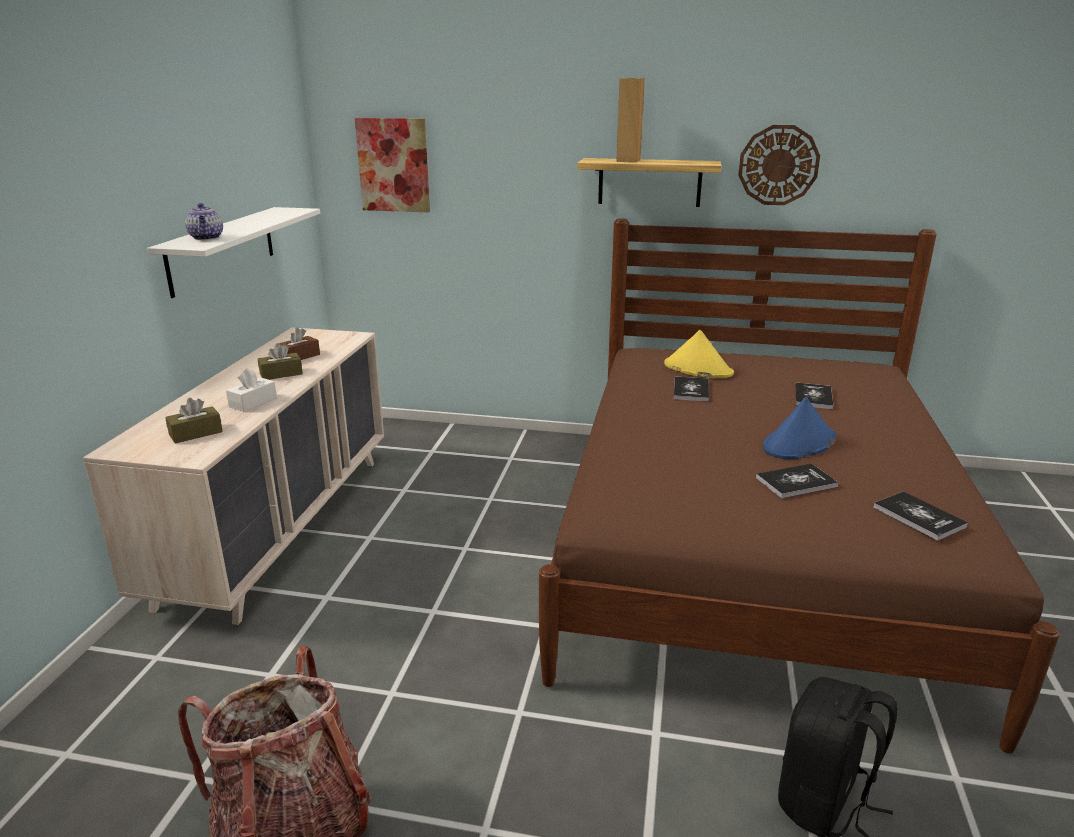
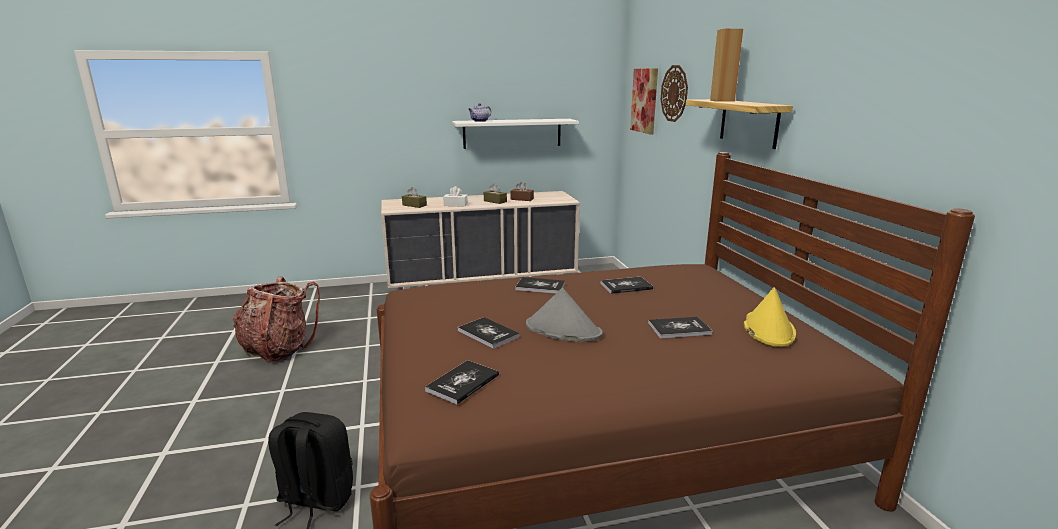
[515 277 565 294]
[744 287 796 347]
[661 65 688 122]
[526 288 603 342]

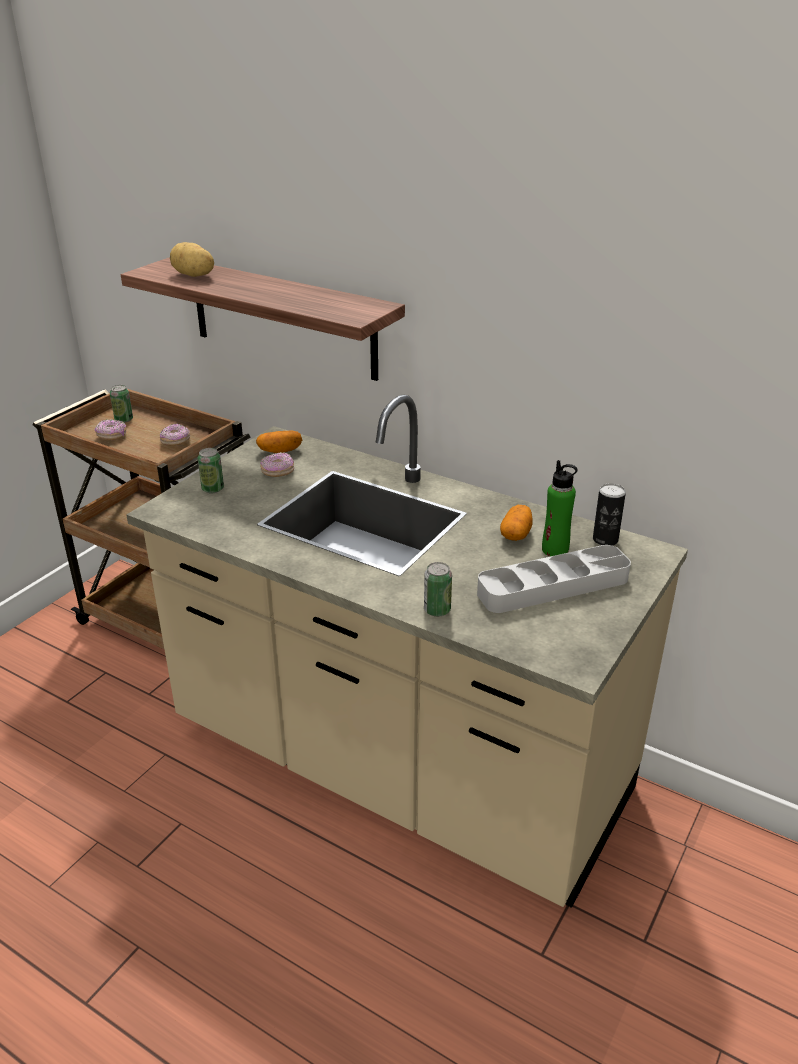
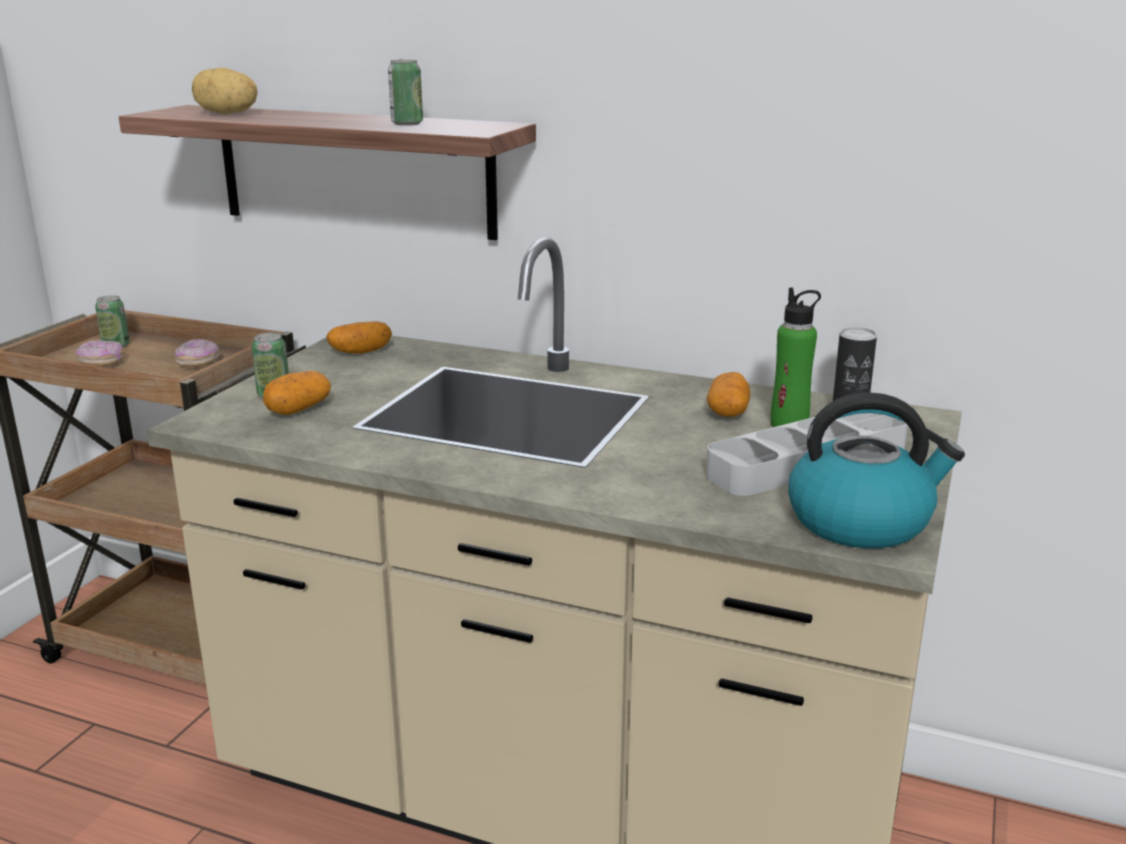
[260 452 294 477] (first image)
[263 371 331 415]
[788 393 965 548]
[388 59 423 126]

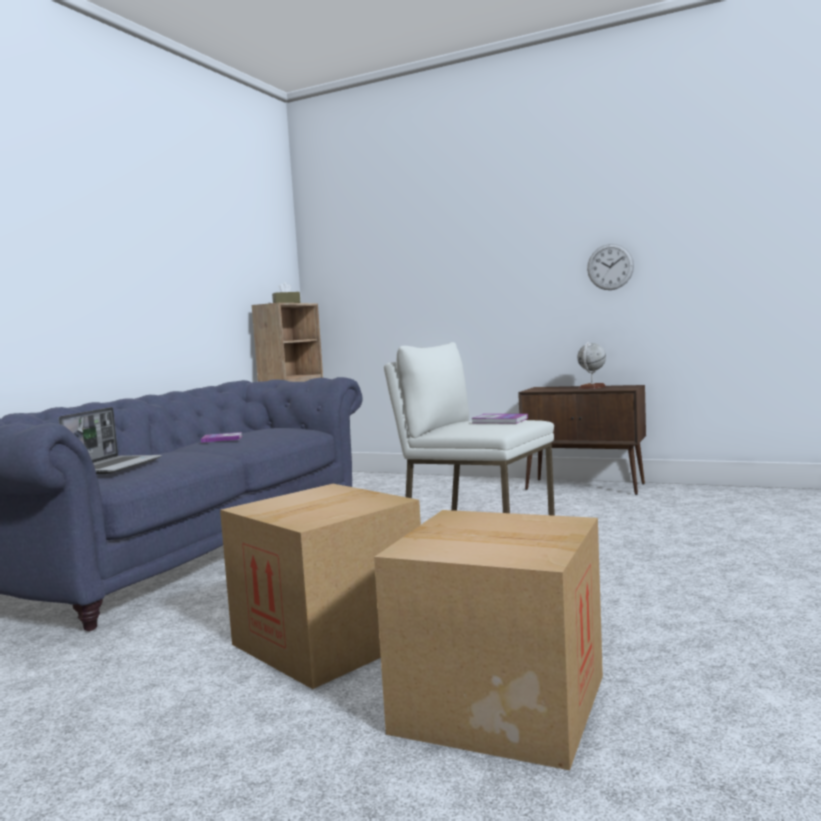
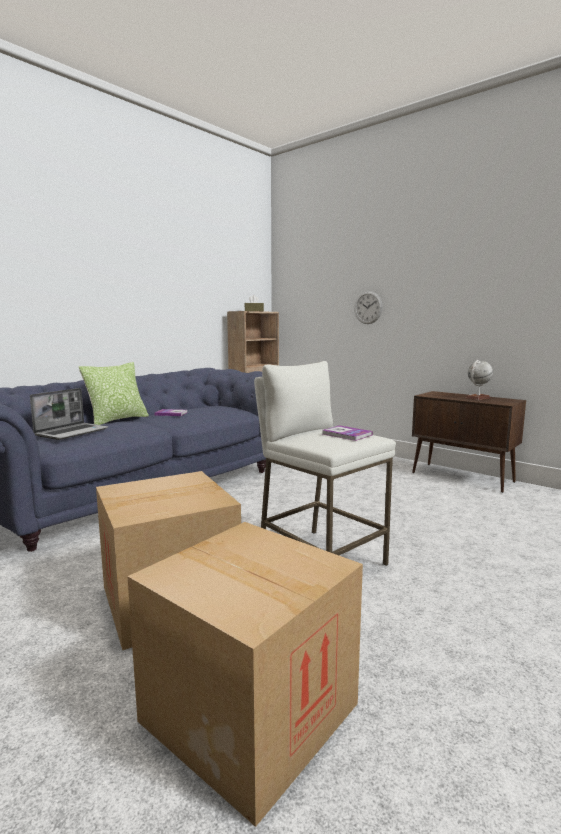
[79 362 149 425]
[354 291 383 324]

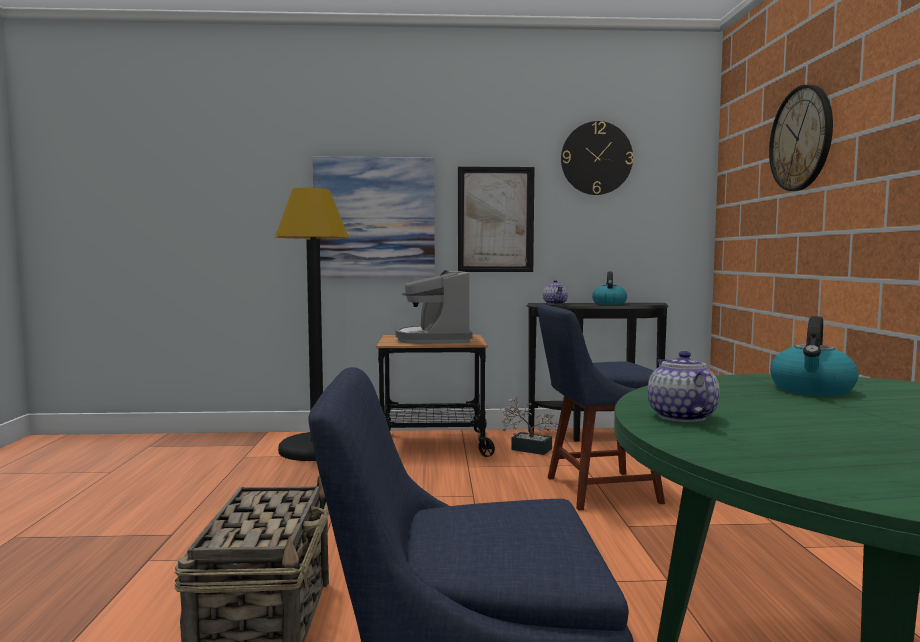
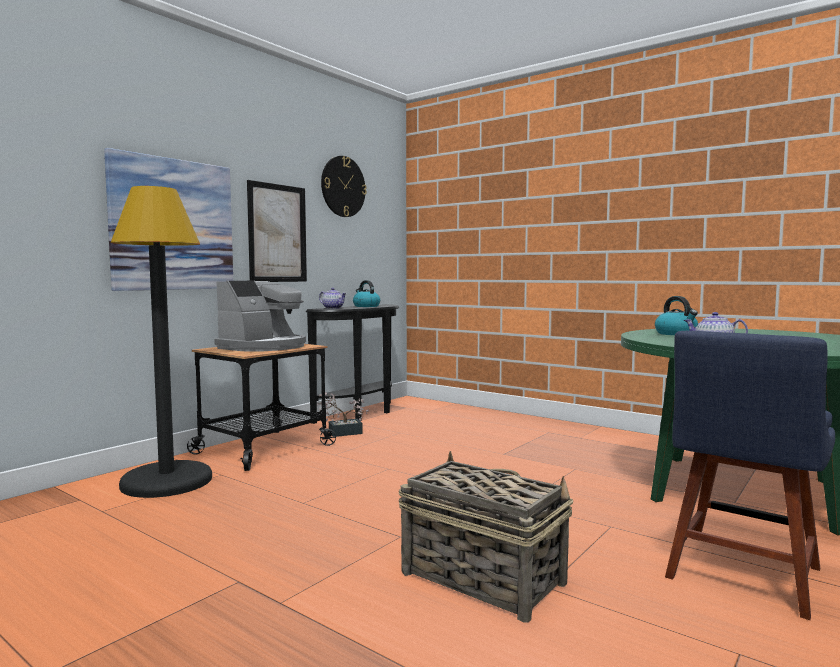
[537 304 665 511] (first image)
[769 85 833 191] (first image)
[214 281 306 352]

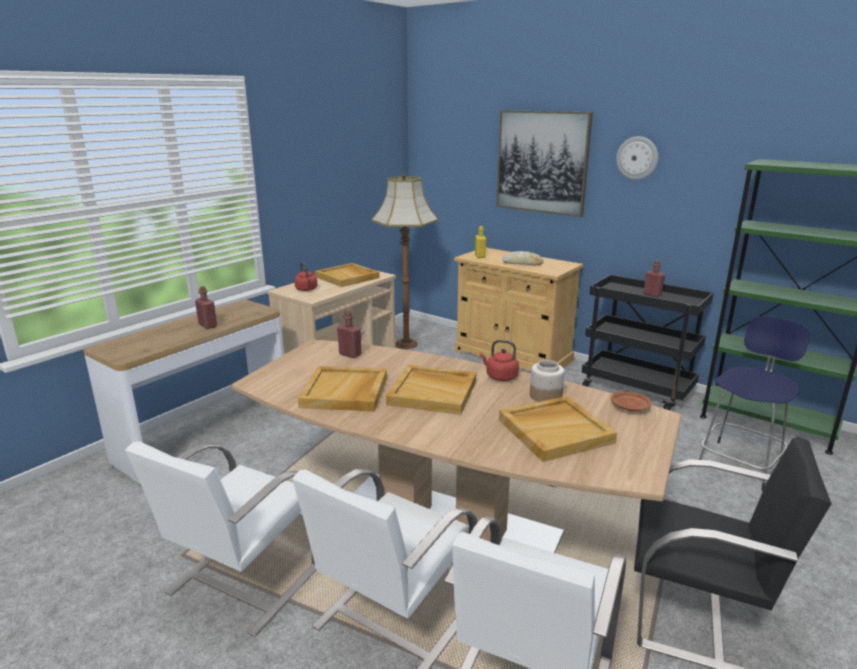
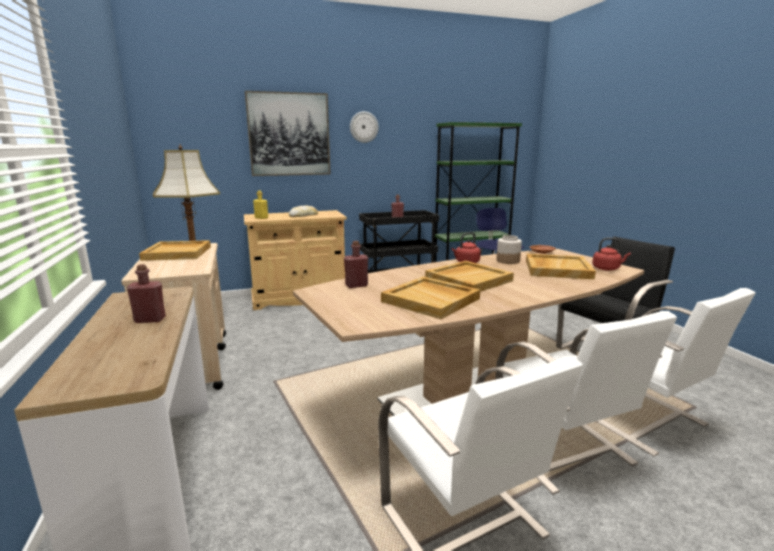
[592 238 631 271]

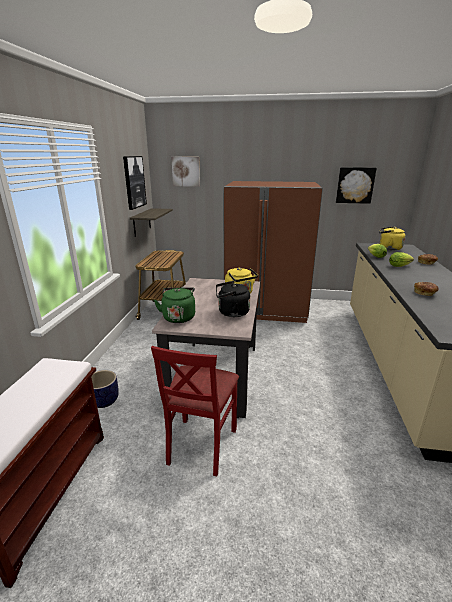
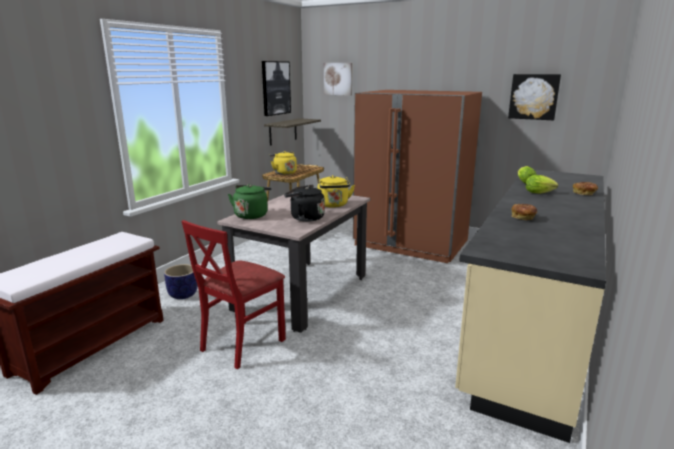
[269 151 297 175]

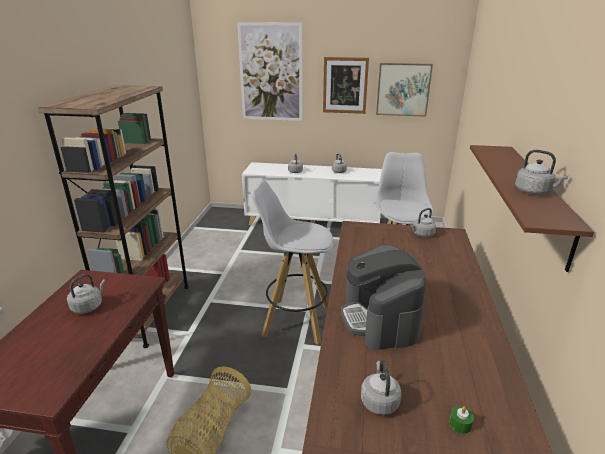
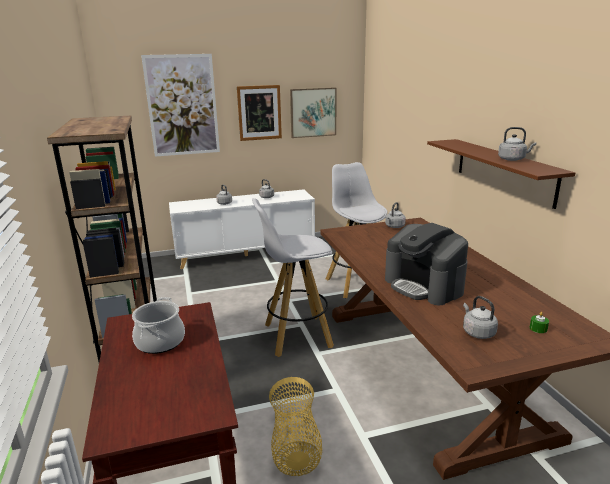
[132 297 185 354]

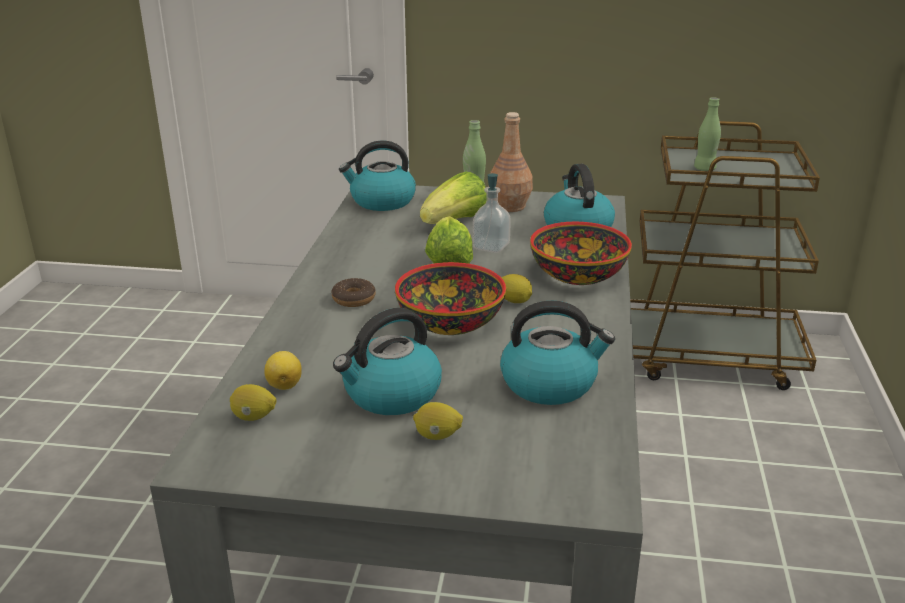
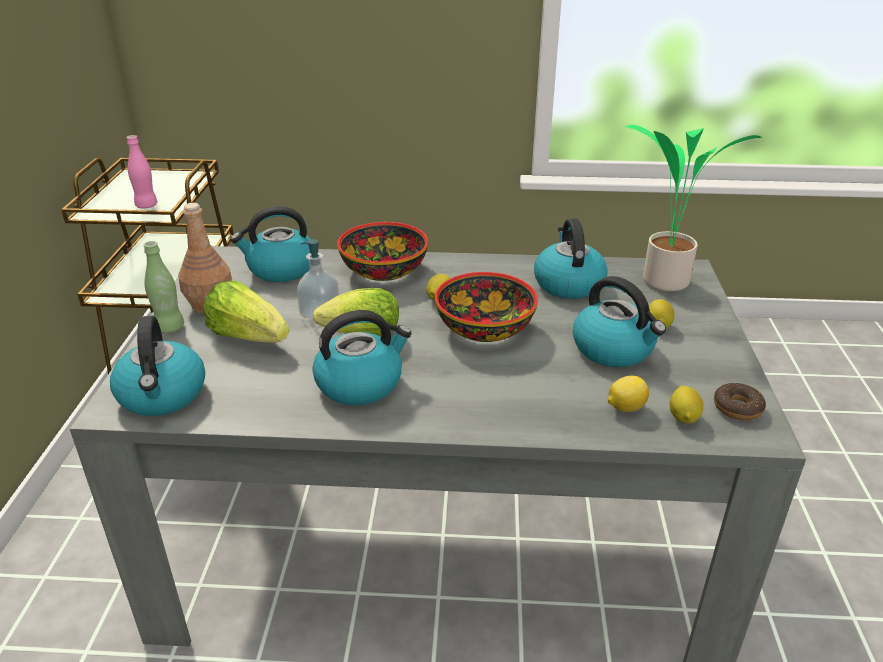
[312 310 412 405]
[625 125 762 291]
[714 383 766 420]
[127 135 157 209]

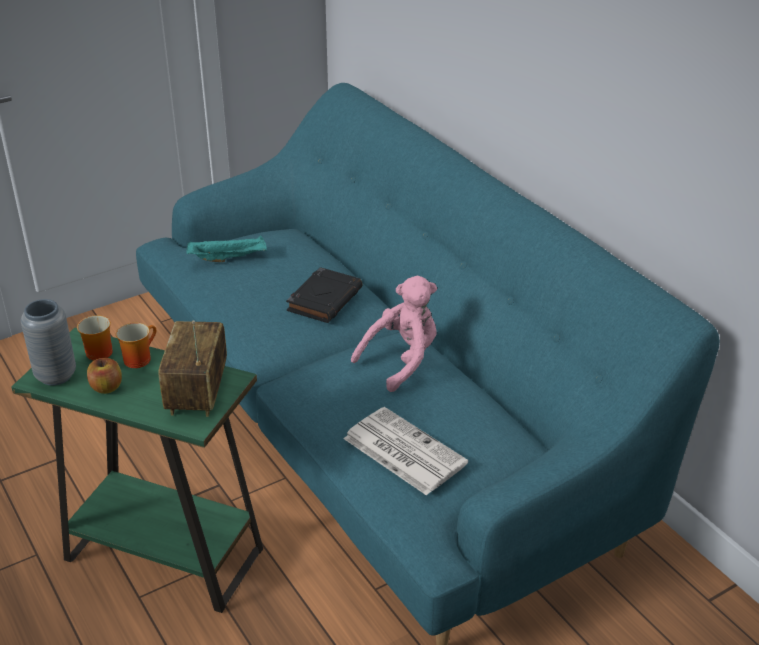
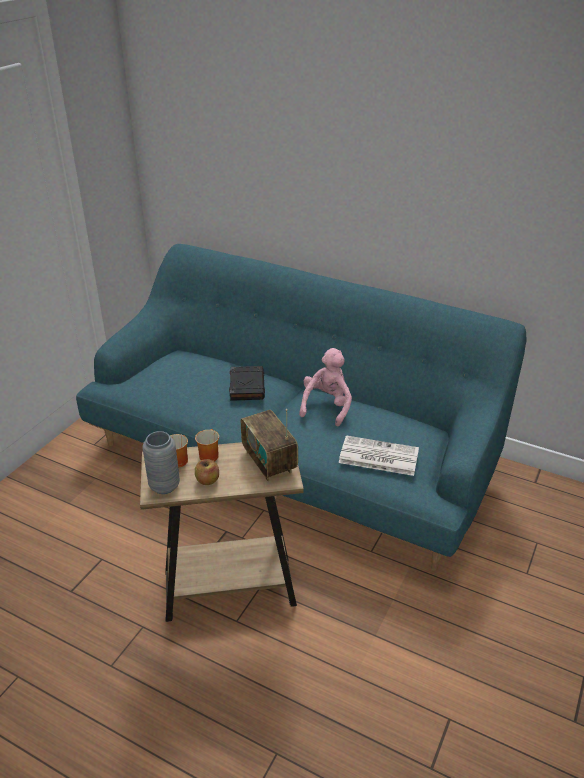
[186 236 267 262] (first image)
[140 442 304 622]

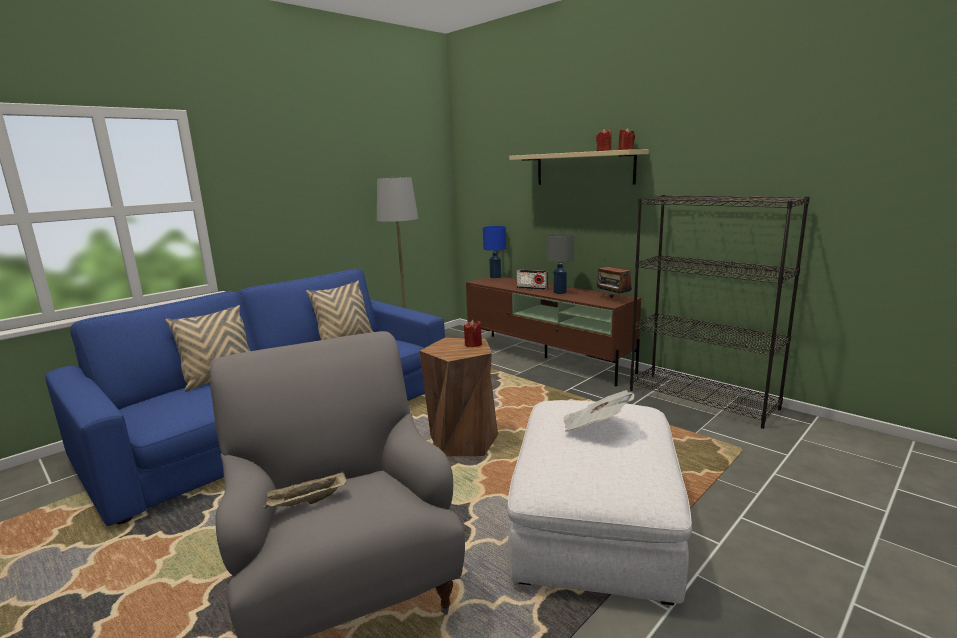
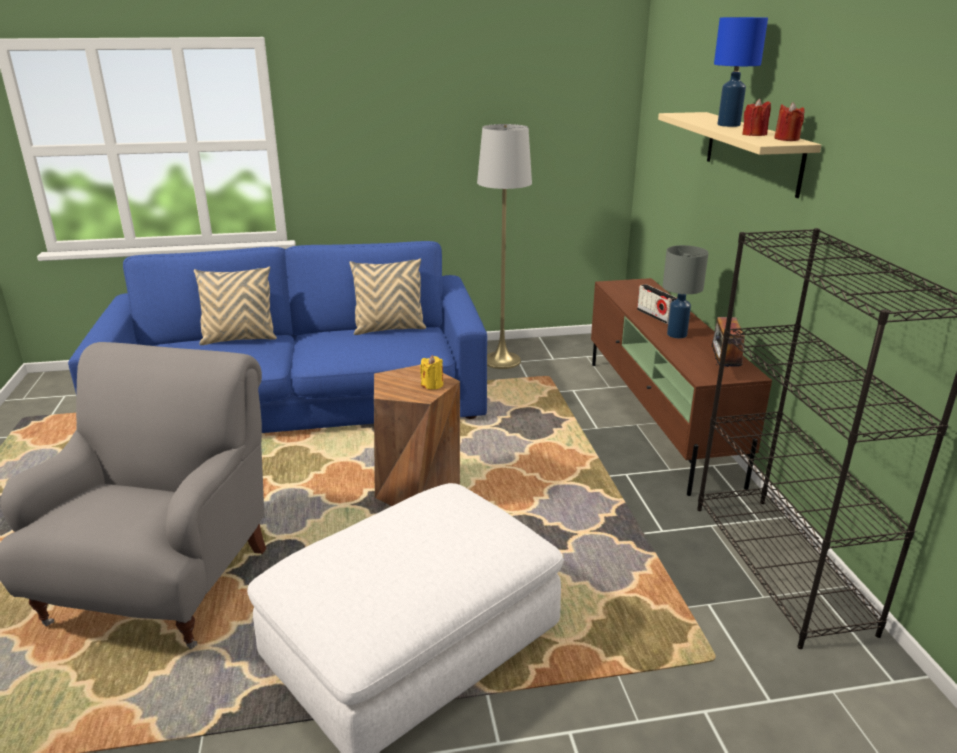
[263 471 347 509] (first image)
[564 390 634 432] (first image)
[714 17 768 127]
[420 355 443 389]

